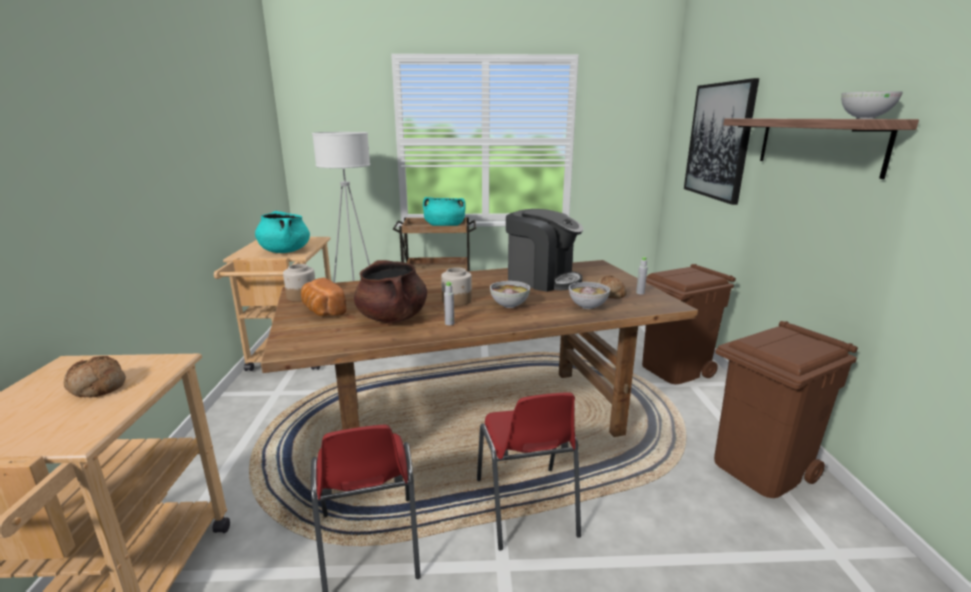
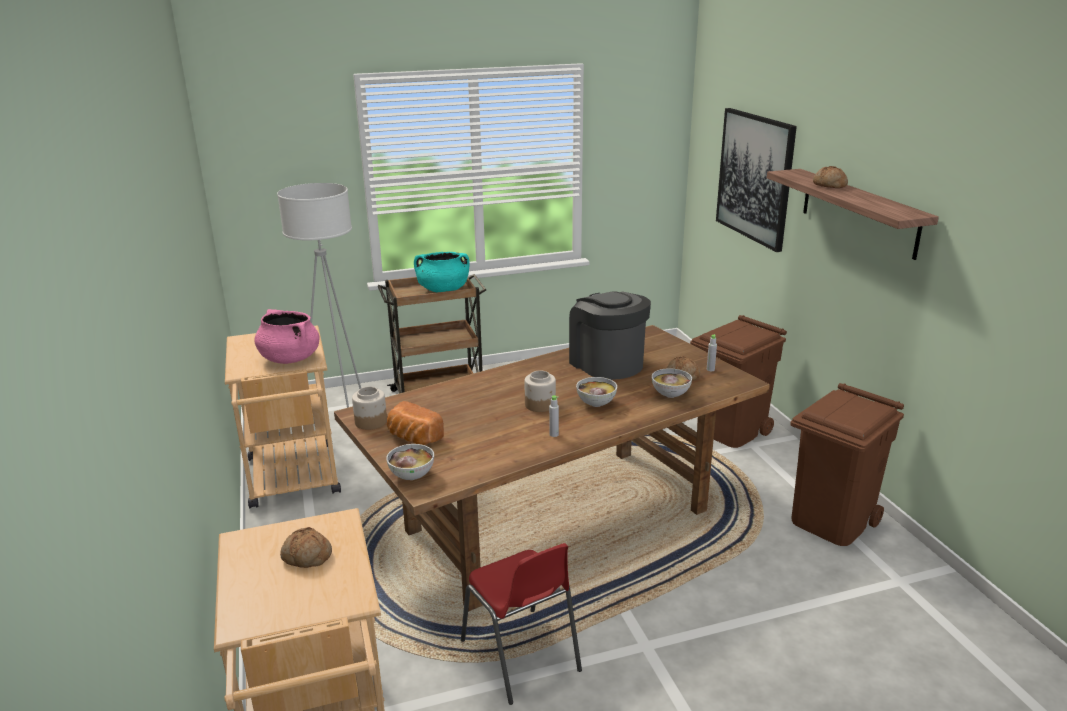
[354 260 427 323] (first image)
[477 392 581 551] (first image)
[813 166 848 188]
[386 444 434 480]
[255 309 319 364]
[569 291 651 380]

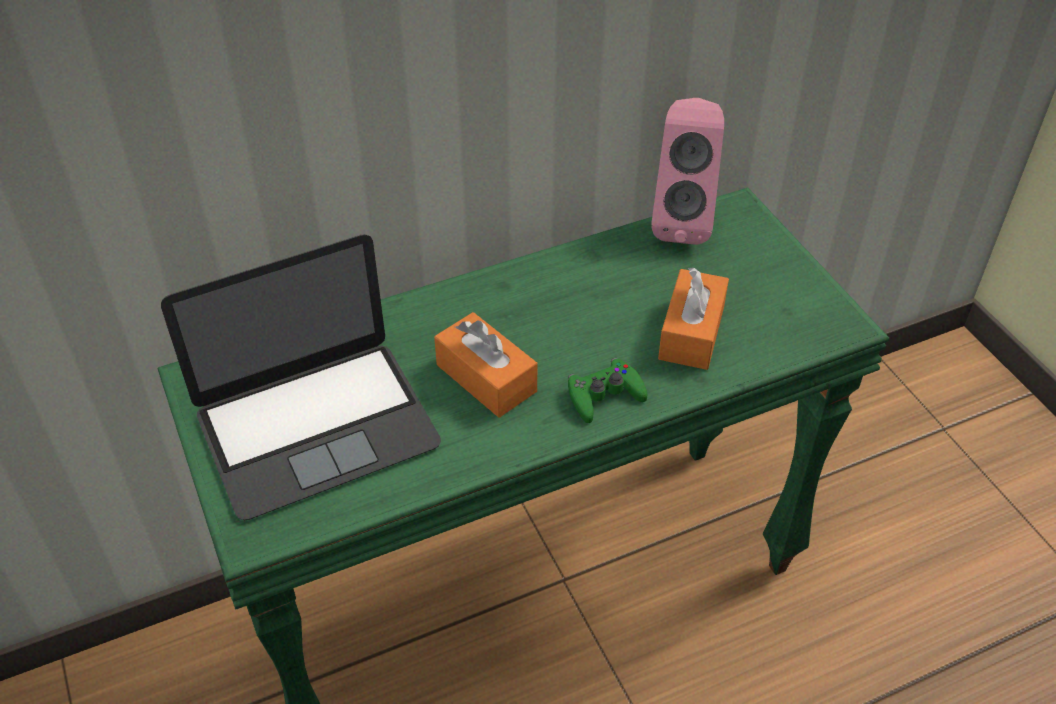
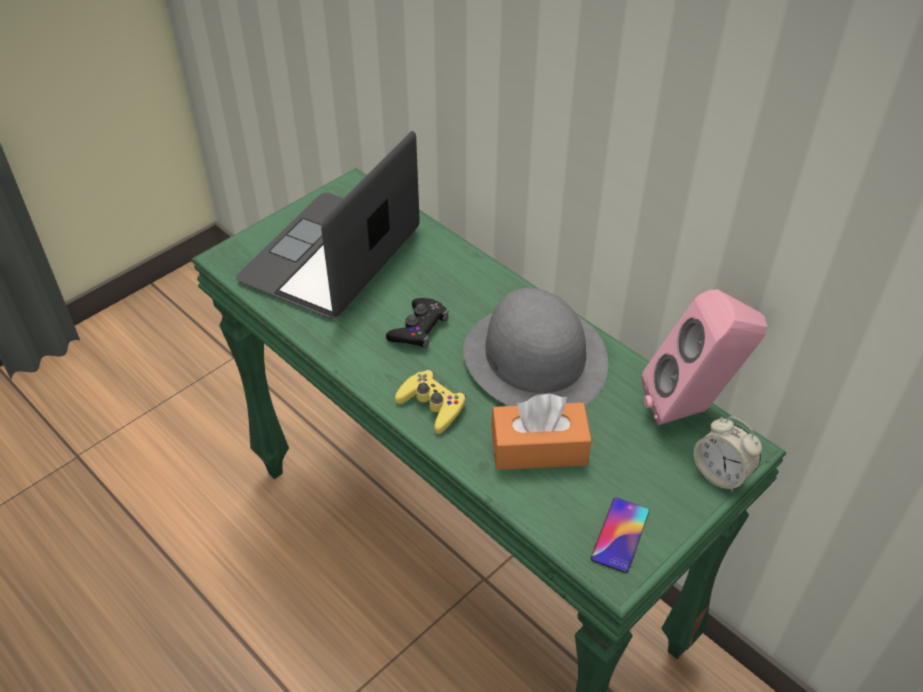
[463 288 608 406]
[591 498 649 573]
[694 416 762 492]
[386 298 449 348]
[395 369 466 434]
[236 131 420 318]

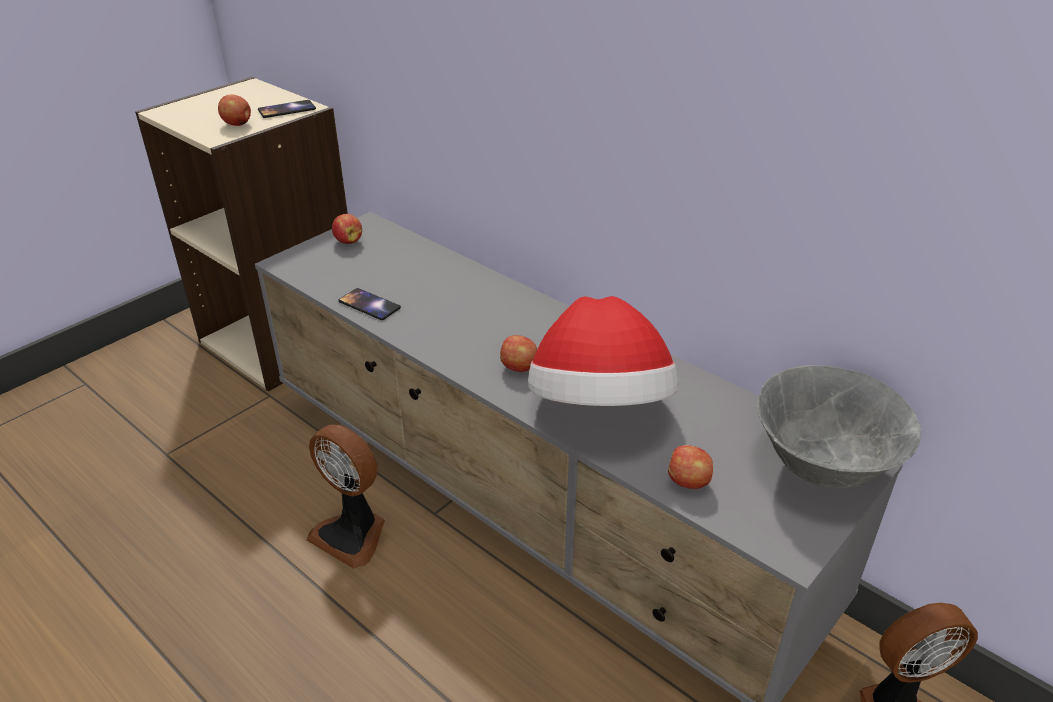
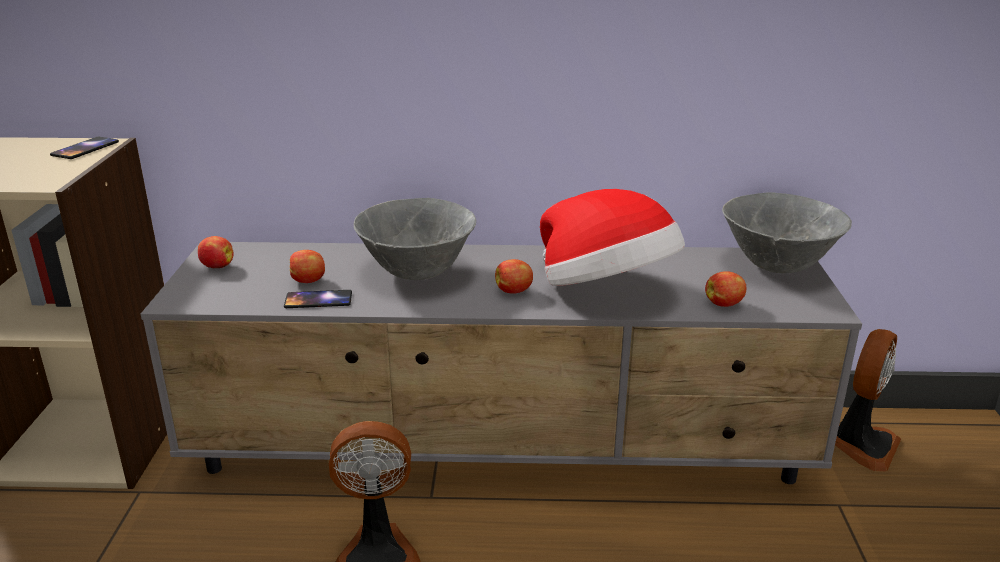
[354 198 476 280]
[290 250 325 283]

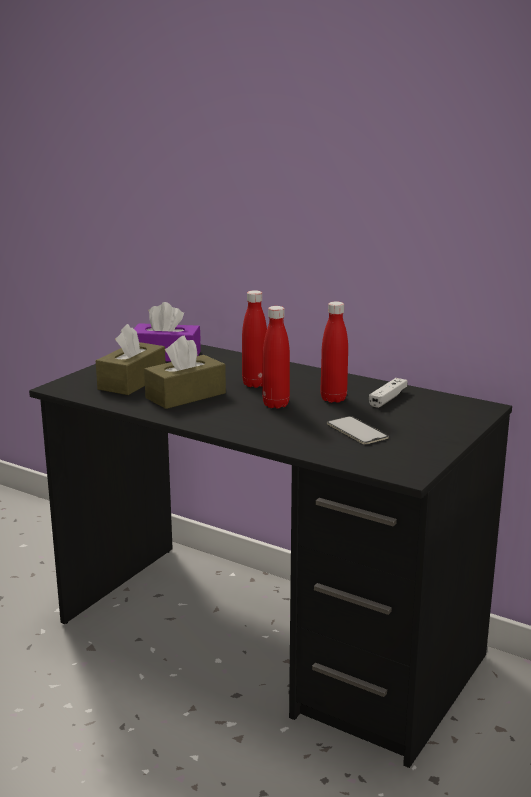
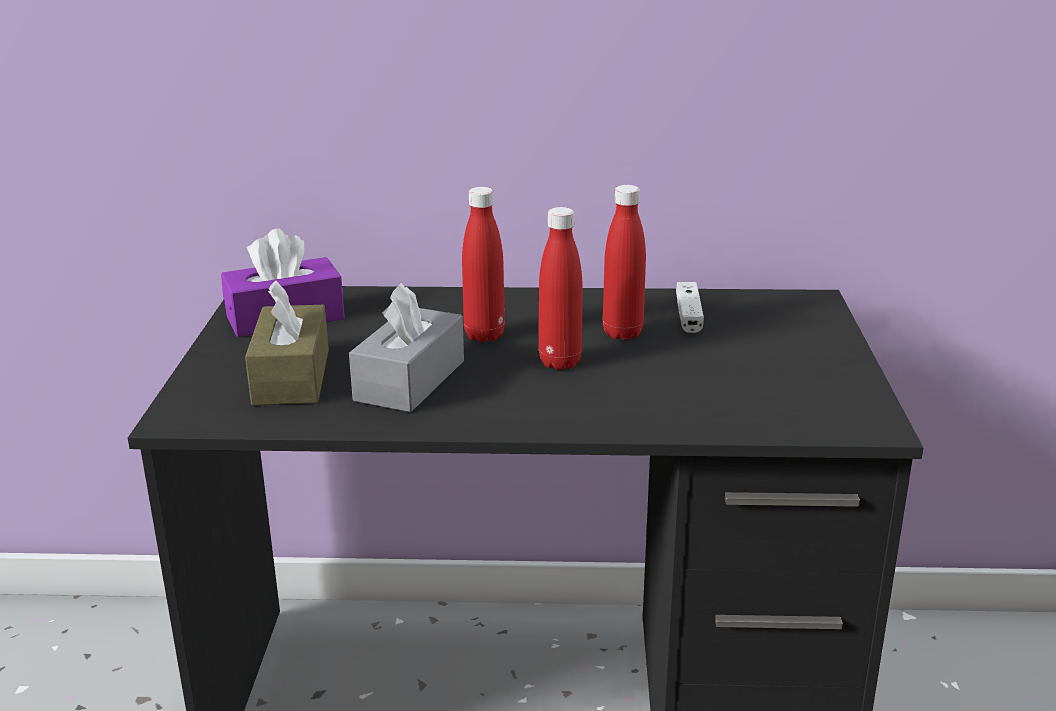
[327 416 389 444] (first image)
[349 283 464 412]

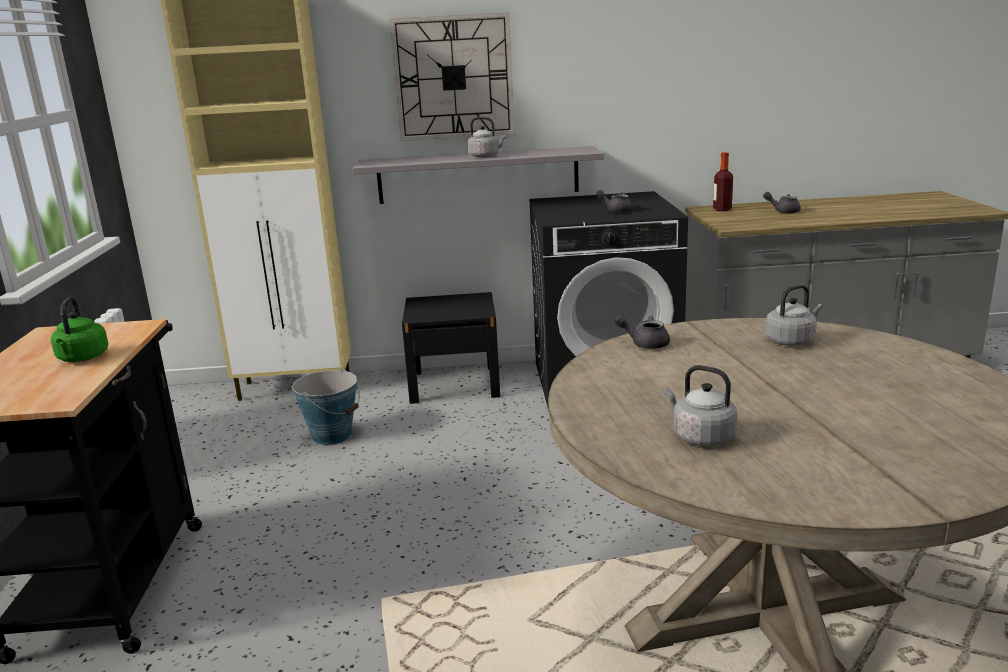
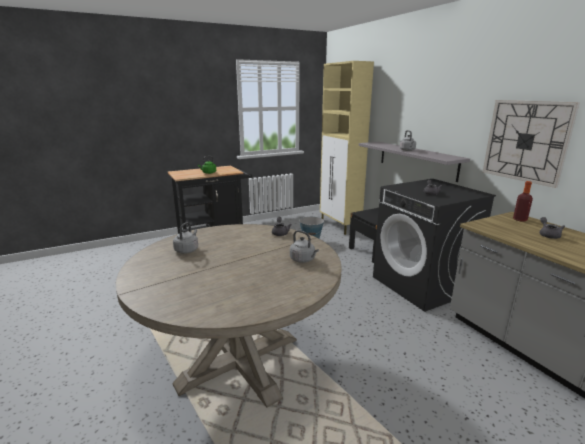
[483 100 580 188]

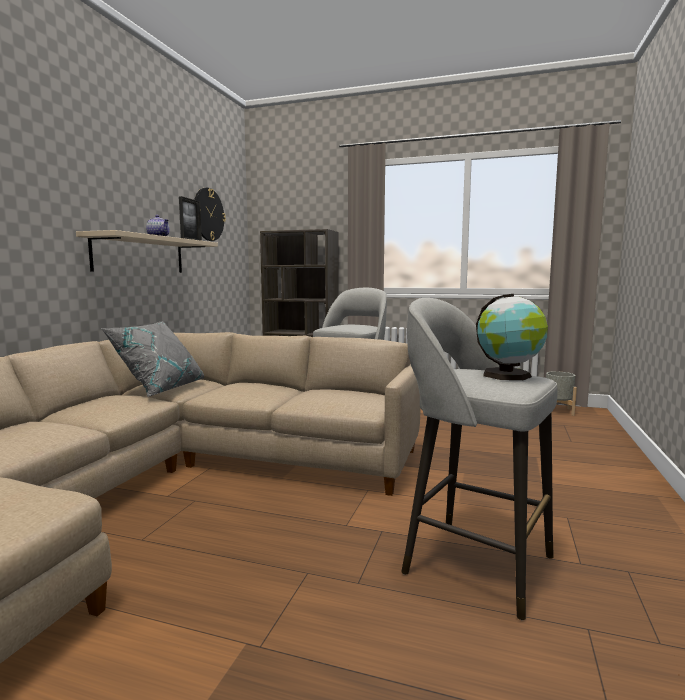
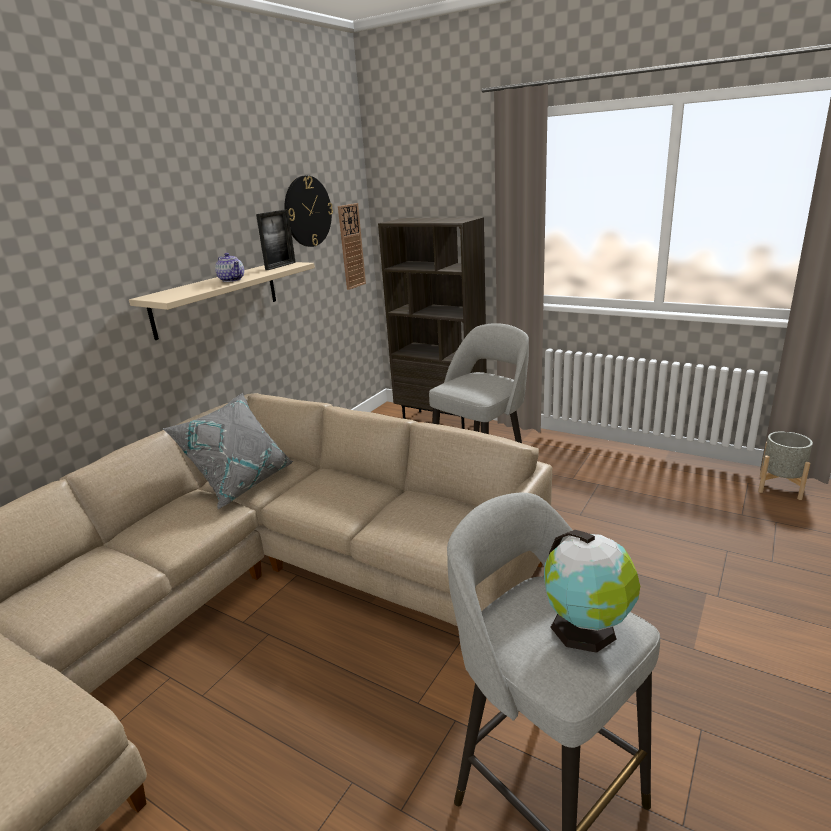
[338 203 366 290]

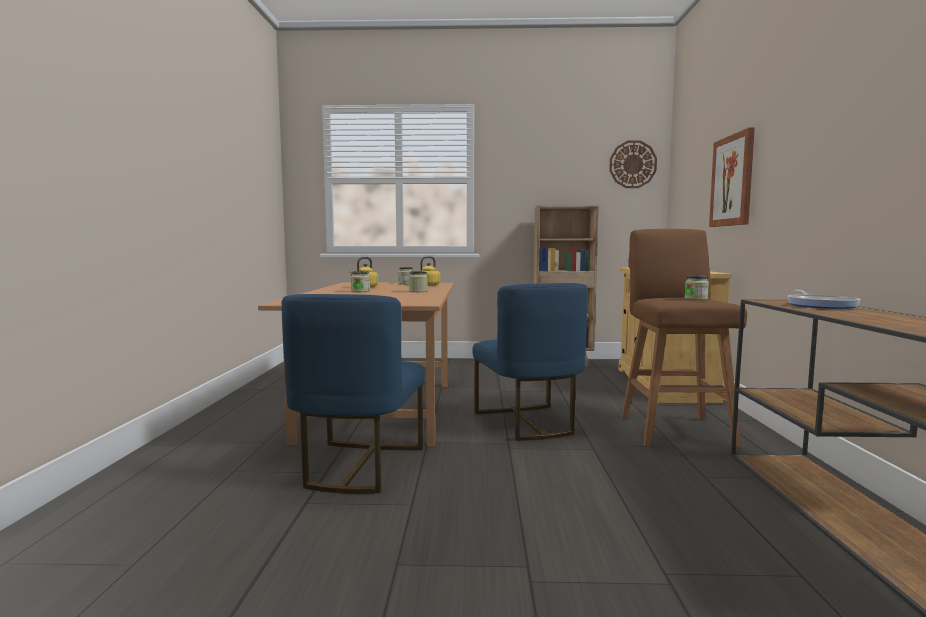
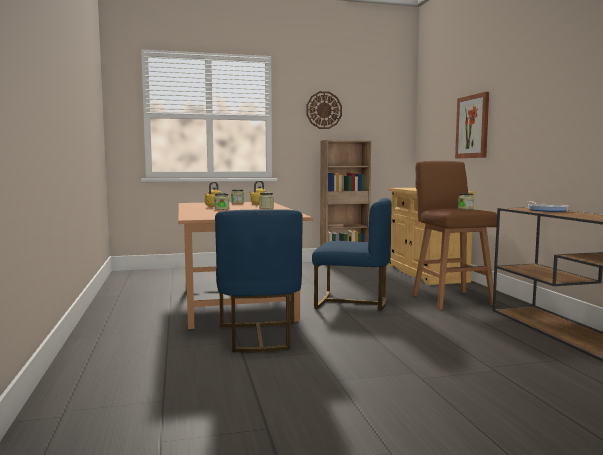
[306 91 342 129]
[312 198 392 311]

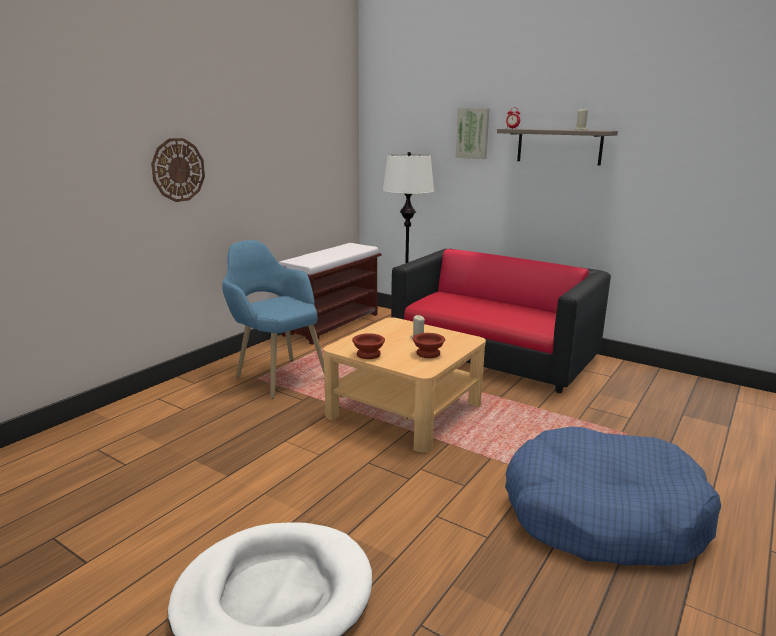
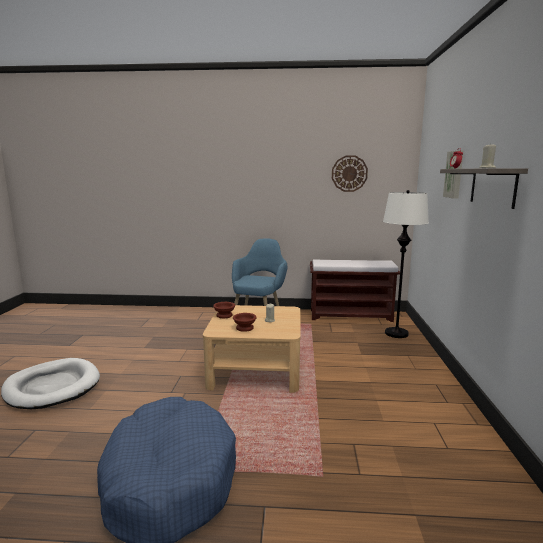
[391 249 611 393] (first image)
[332 155 368 192]

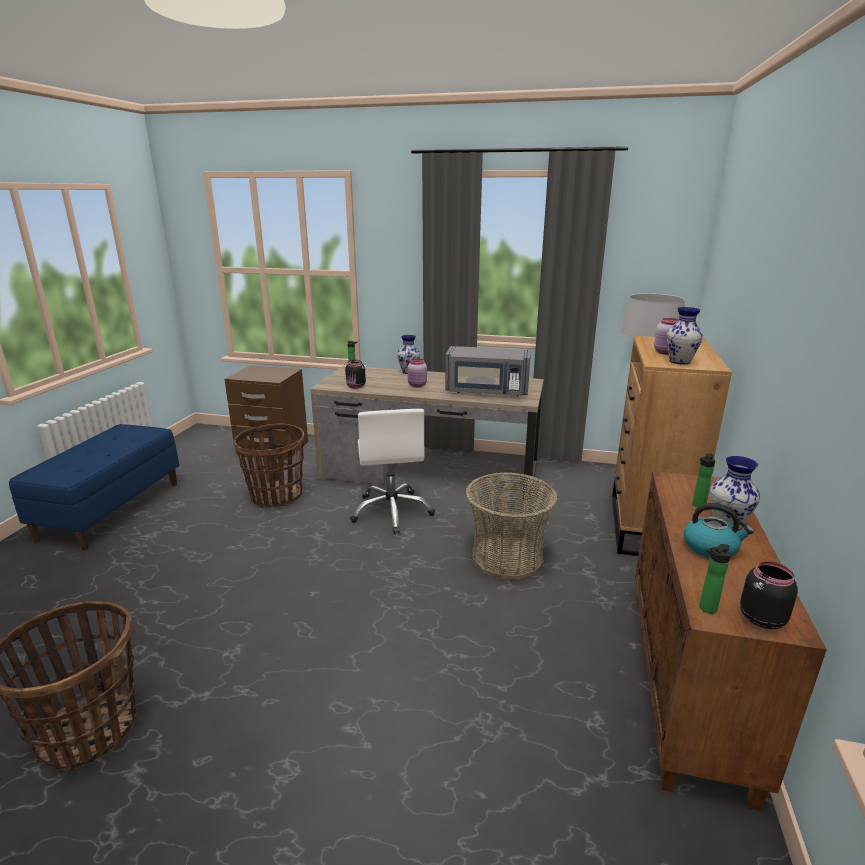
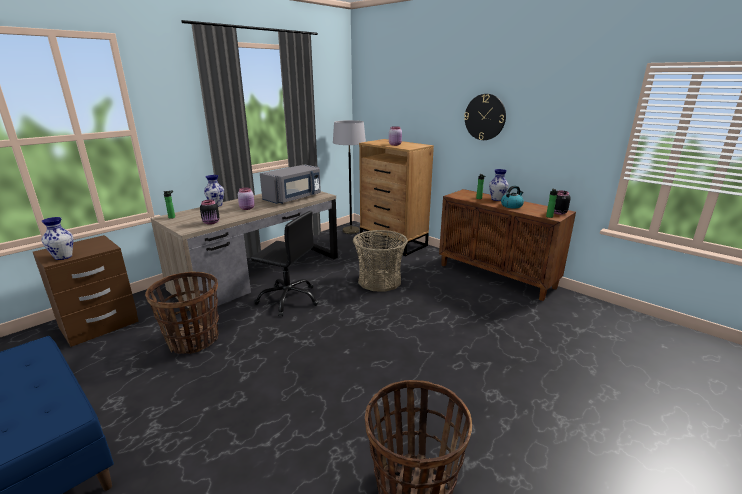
[464 94 506 140]
[41 217 73 260]
[251 211 319 316]

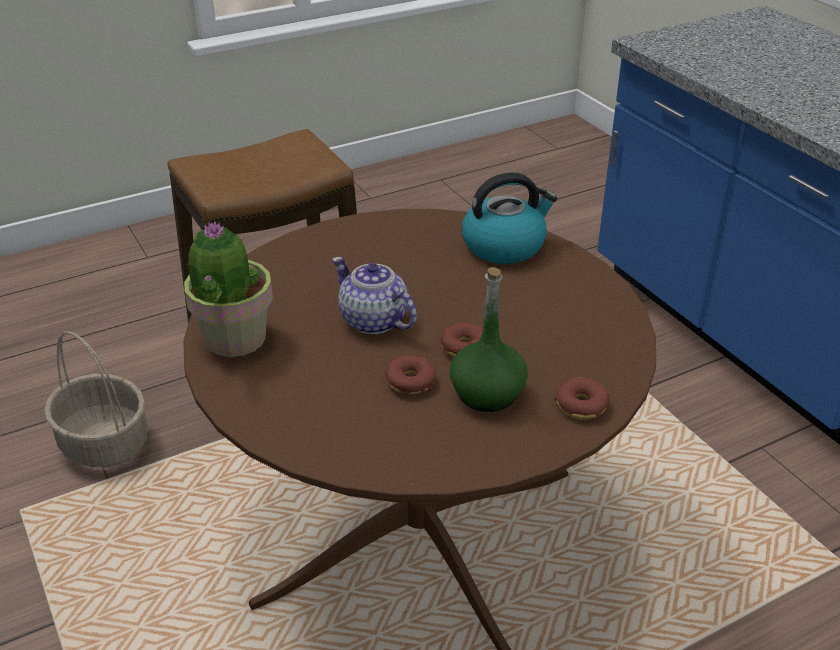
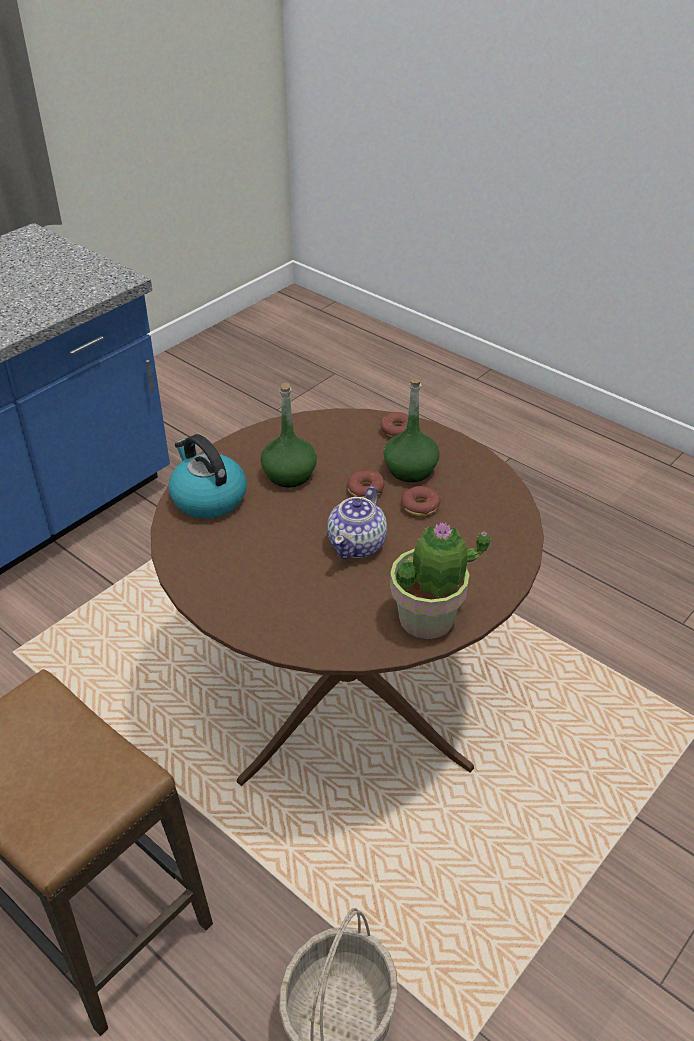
[261 383 317 487]

